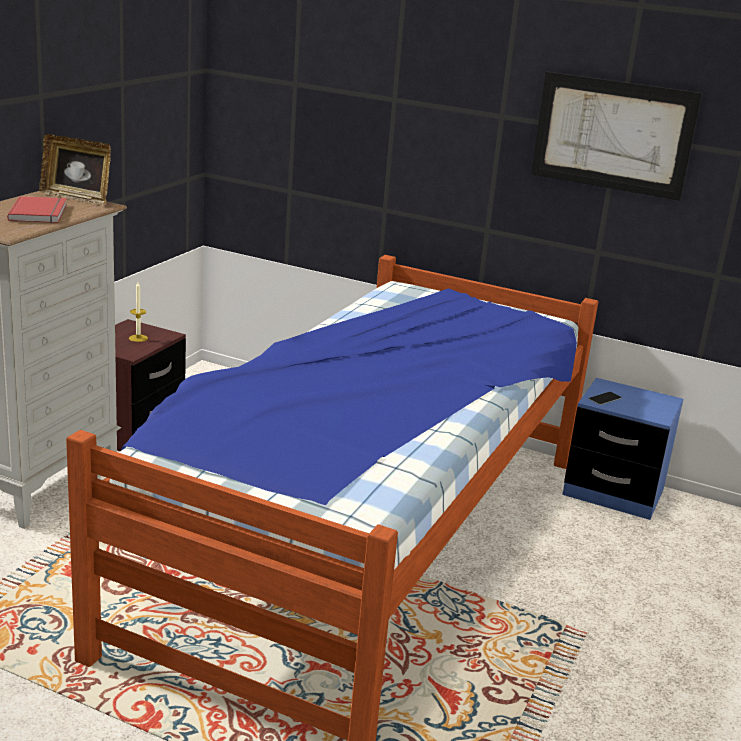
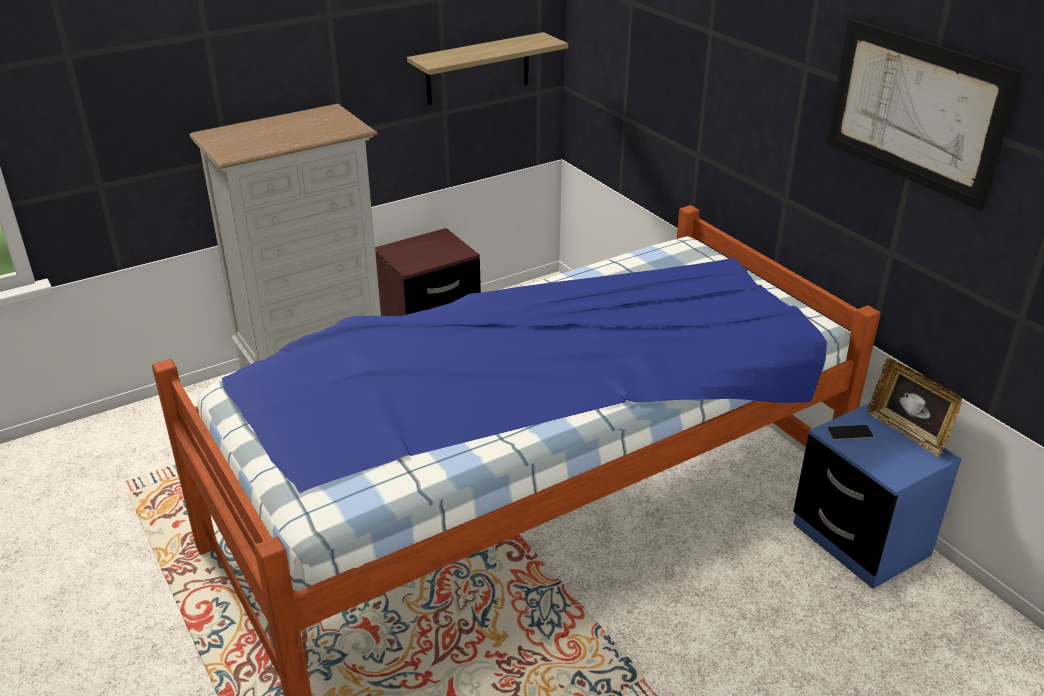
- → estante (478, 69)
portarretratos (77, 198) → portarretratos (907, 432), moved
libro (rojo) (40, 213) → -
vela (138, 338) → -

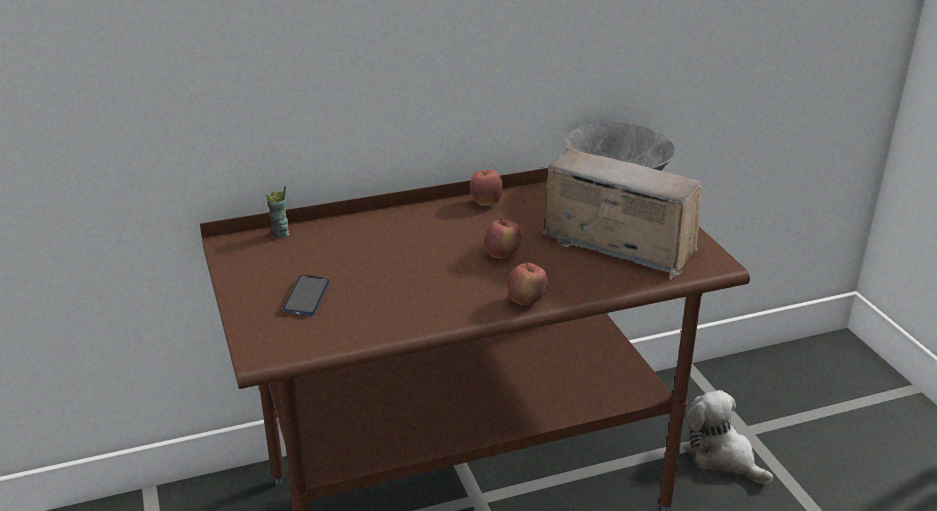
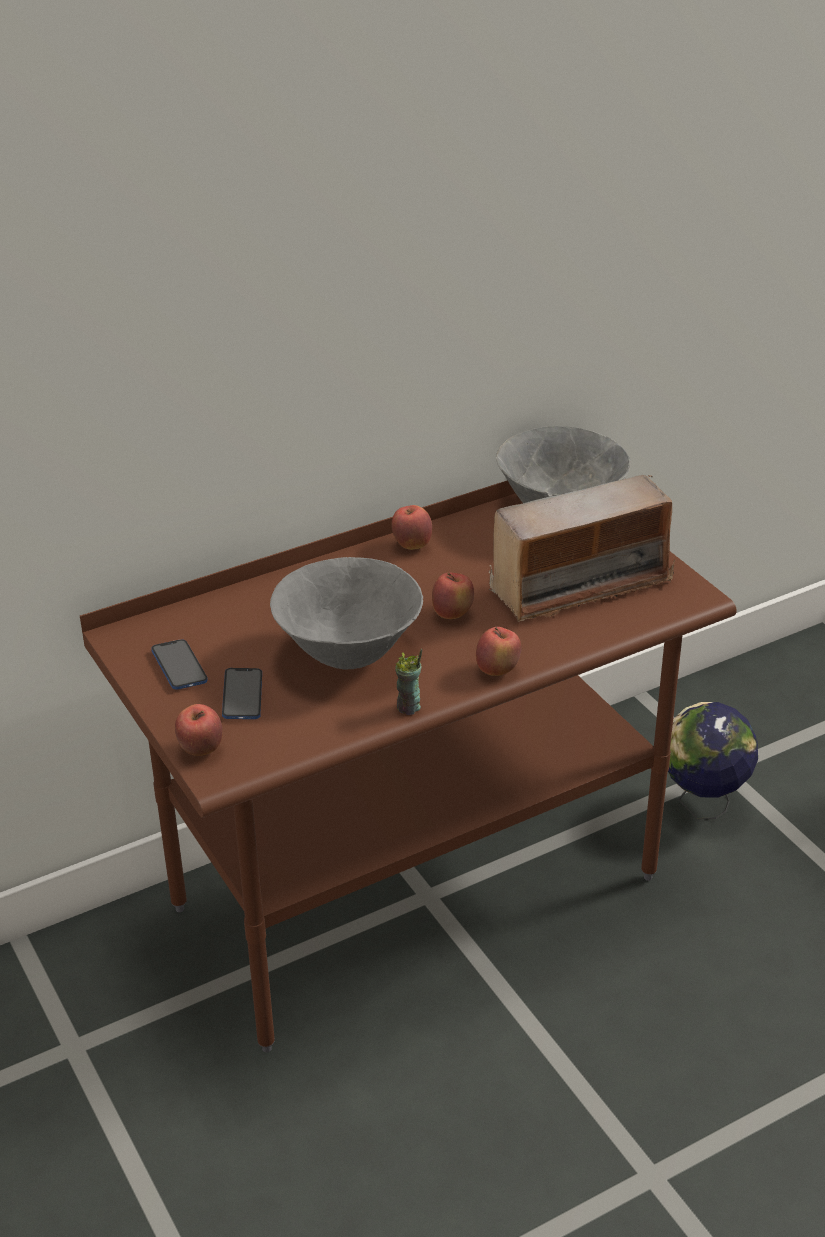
- → móvil (179, 666)
- → manzana (201, 750)
- → cuenco (gris) (350, 654)
taza (280, 234) → taza (409, 708), moved
radio (617, 245) → radio (580, 585), 135 degrees clockwise
peluche (722, 457) → globo terráqueo (702, 804)

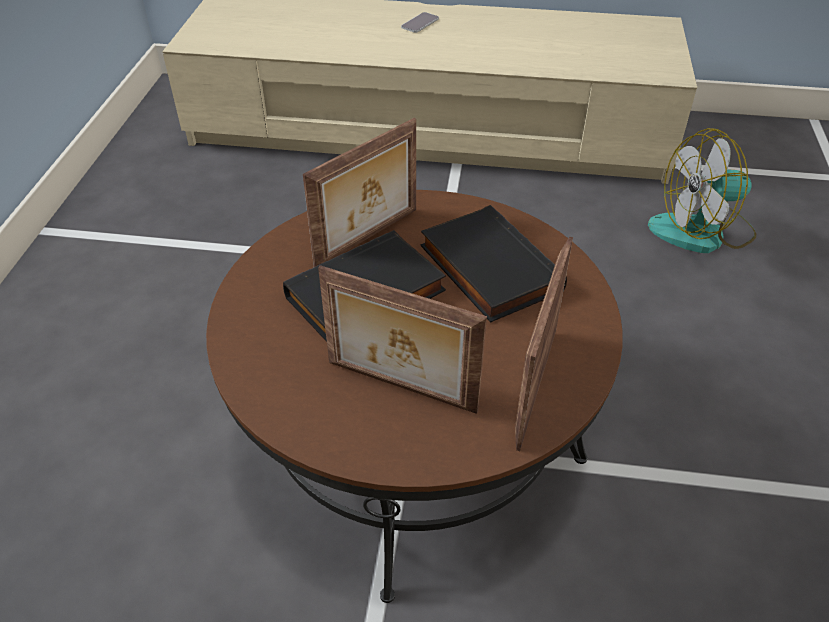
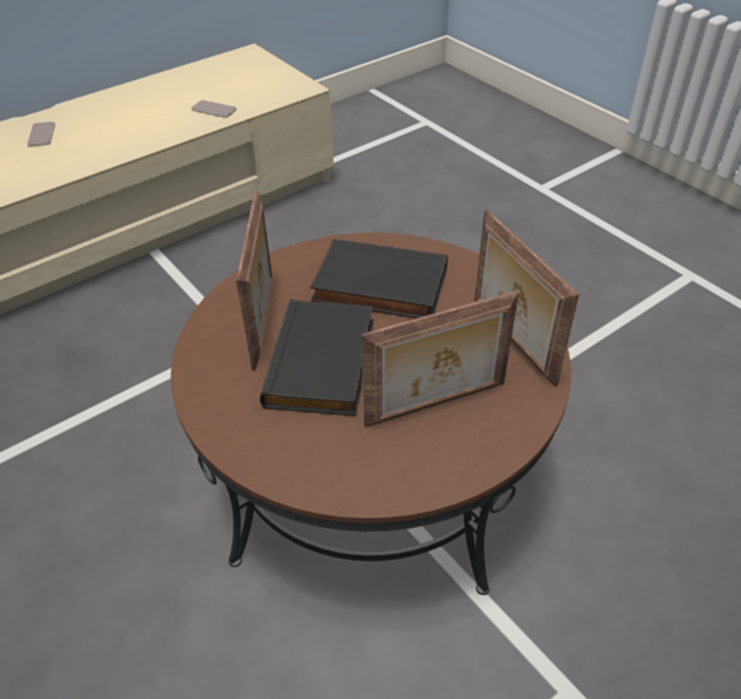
- → móvil (214, 110)
ventilador (702, 231) → -

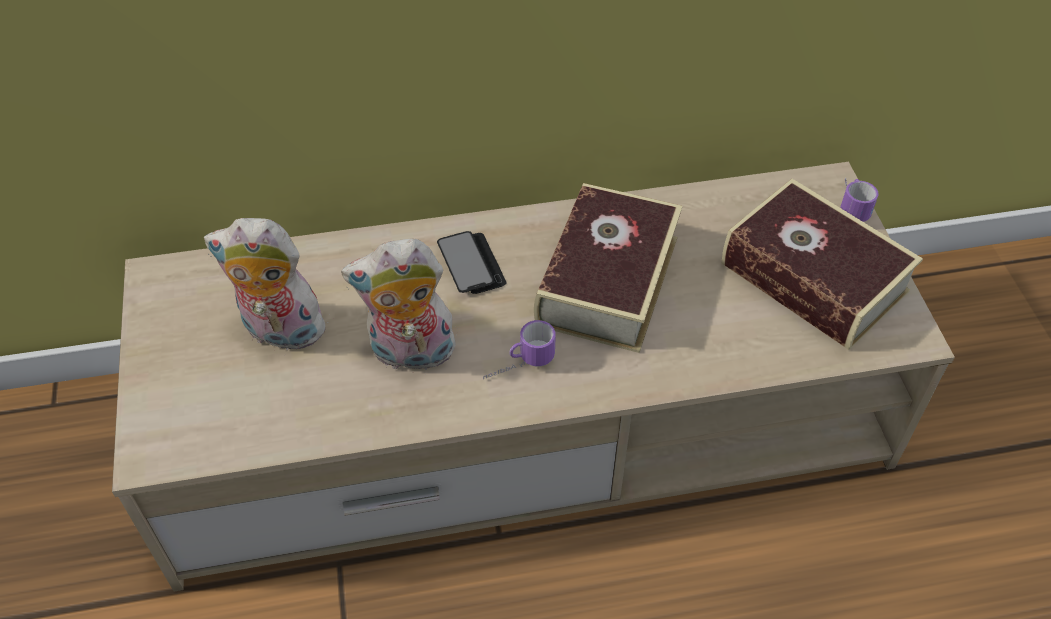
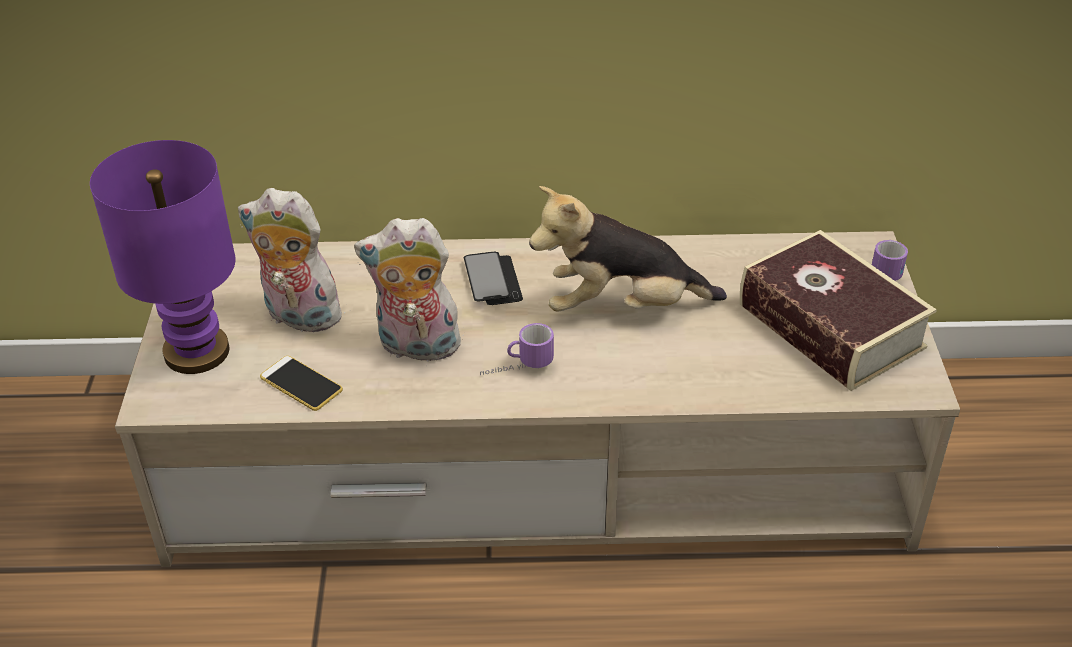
- → lámpara de mesa (morado) (195, 353)
- → móvil (301, 384)
libro (607, 280) → peluche (622, 307)

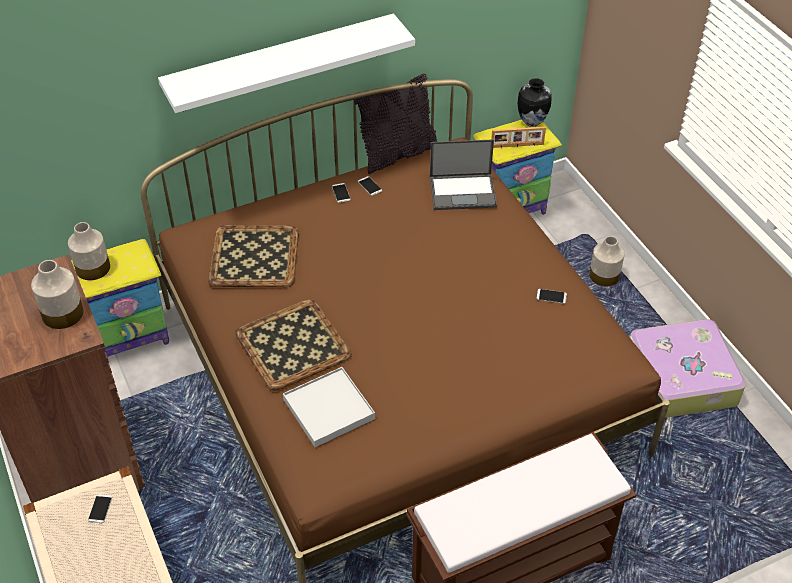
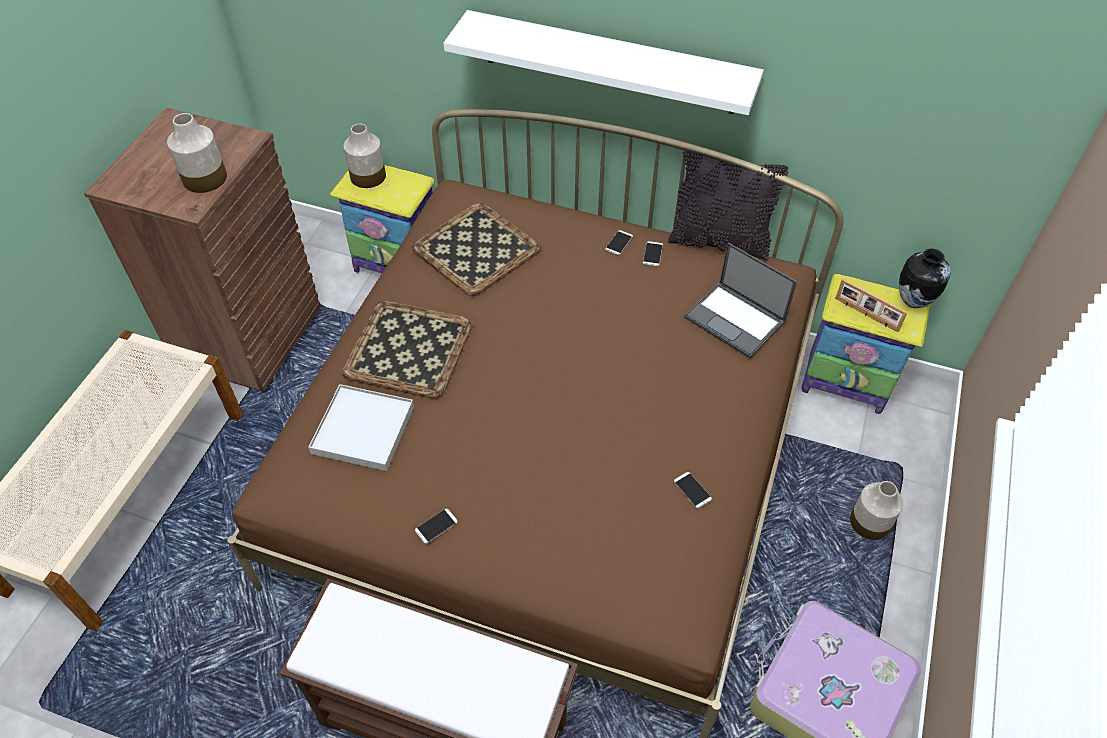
móvil (100, 509) → móvil (436, 526), moved

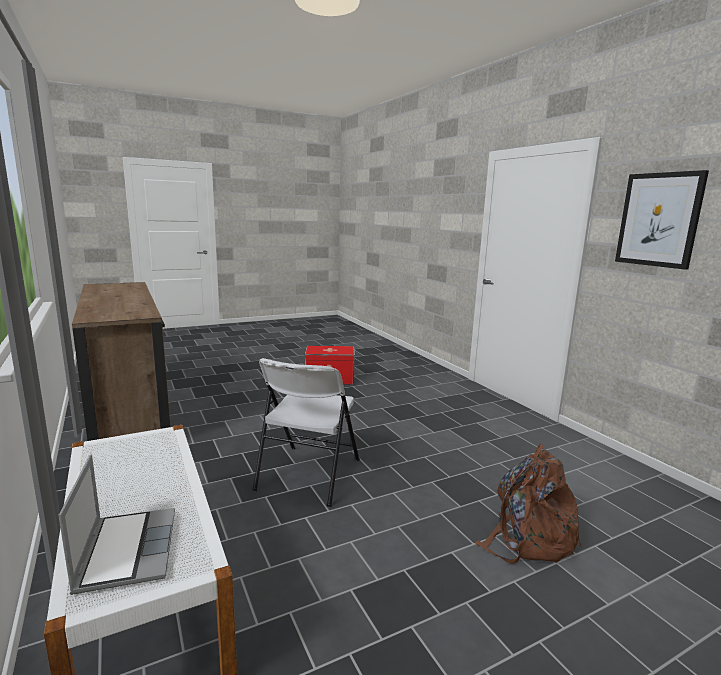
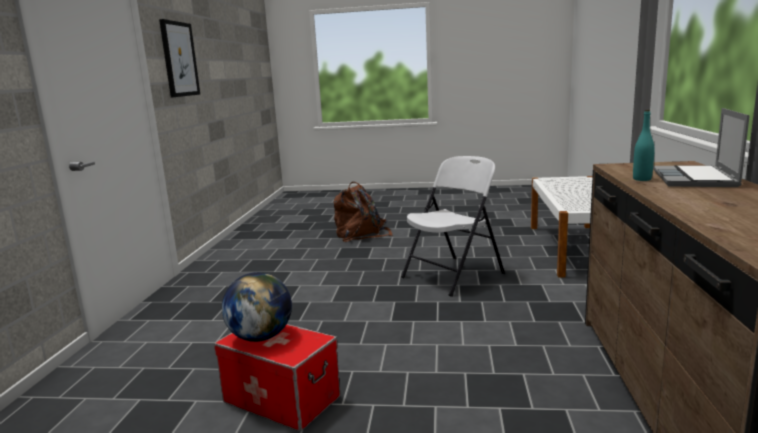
- → globo terráqueo (260, 337)
- → botella (turquesa) (642, 179)
portátil (126, 550) → portátil (695, 179), moved

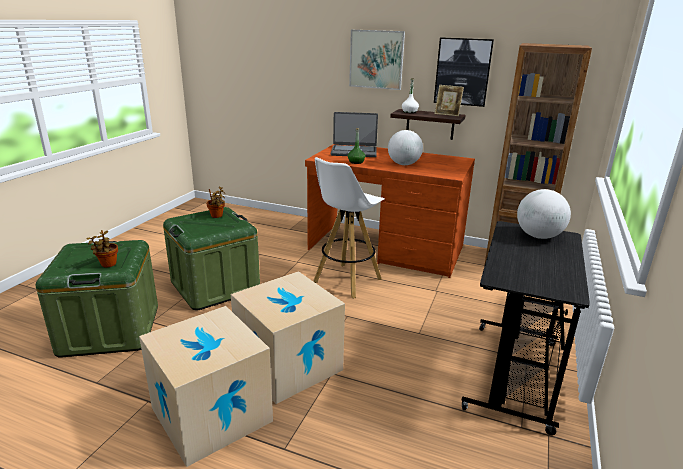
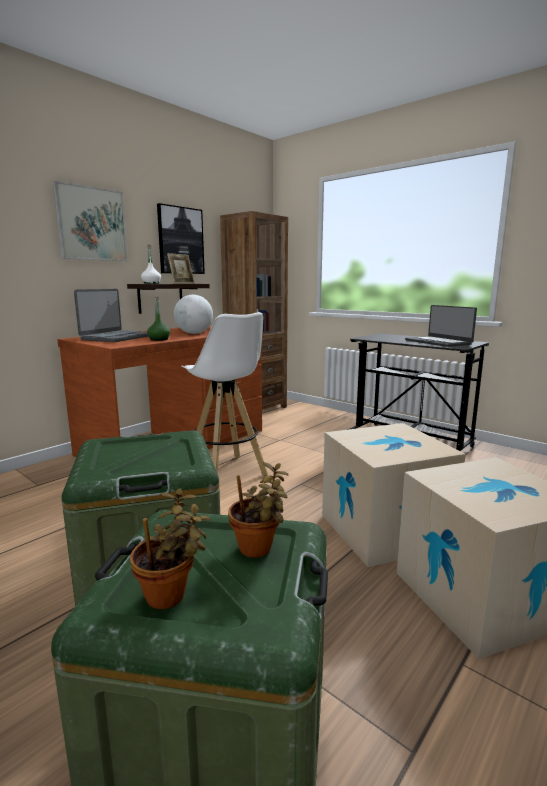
planta en maceta (217, 216) → planta en maceta (170, 595), moved
- → portátil (438, 342)
globo terráqueo (538, 236) → -

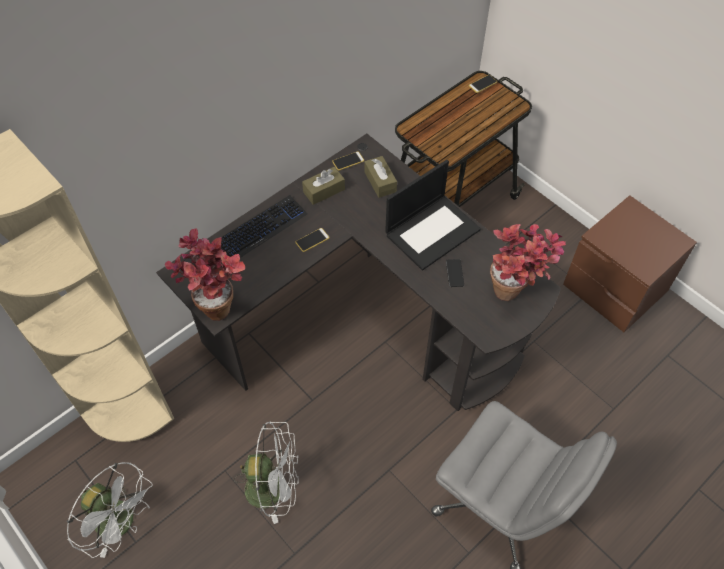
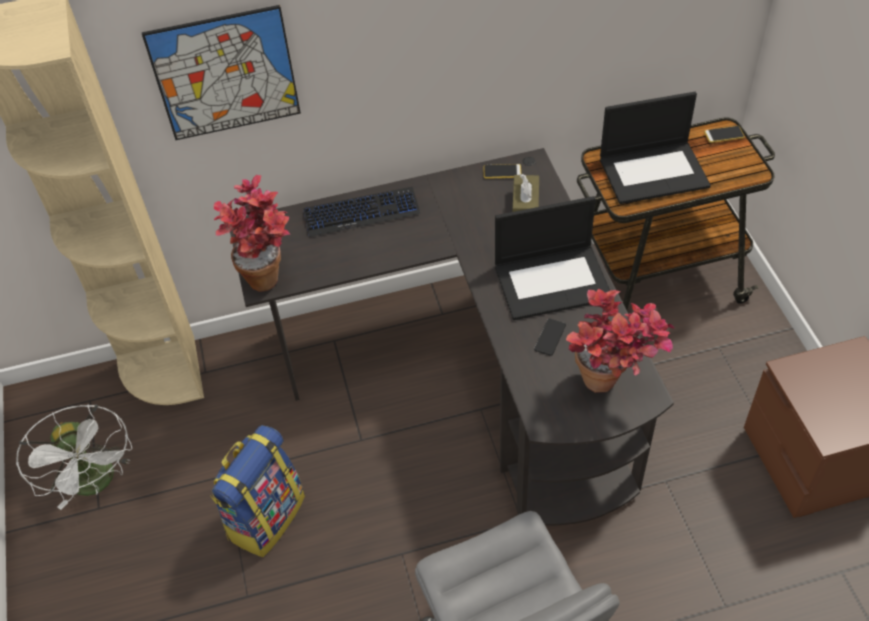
- → cuadro (225, 74)
ventilador (blanco) (273, 488) → mochila (265, 516)
- → portátil (654, 171)
móvil (312, 240) → -
caja de pañuelos (marrón) (324, 191) → -

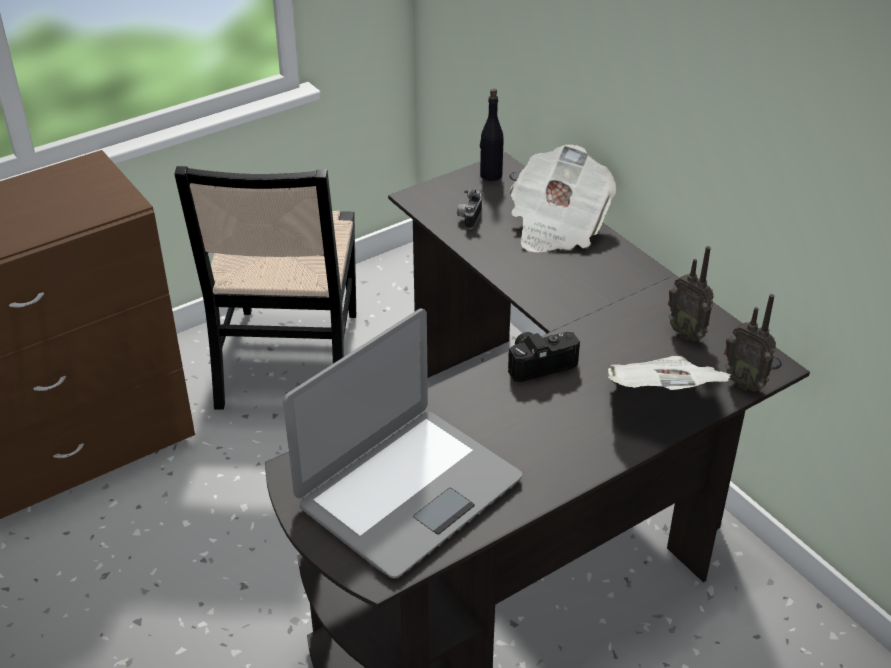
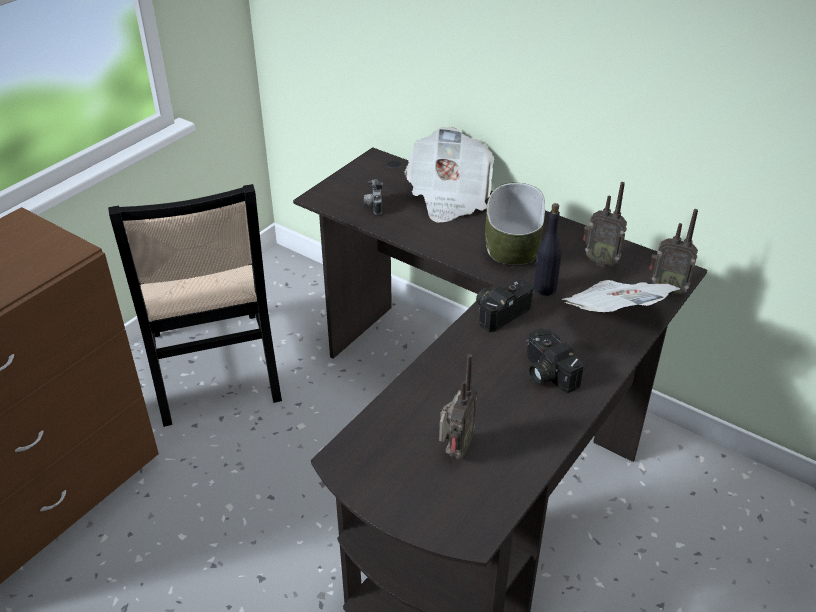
portátil (408, 491) → radio (454, 451)
- → cuenco (513, 244)
- → cámara (546, 373)
botella (negro) (490, 175) → botella (negro) (544, 288), moved

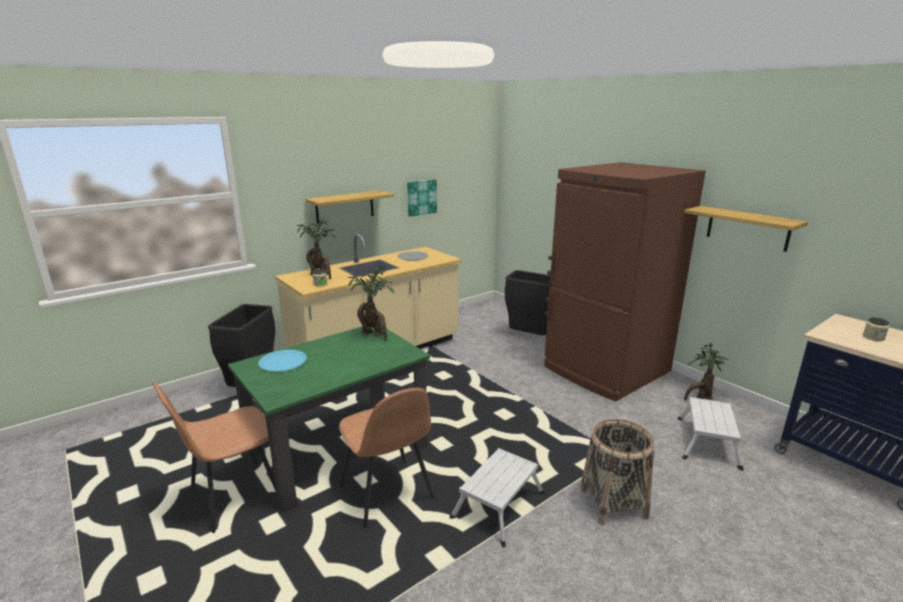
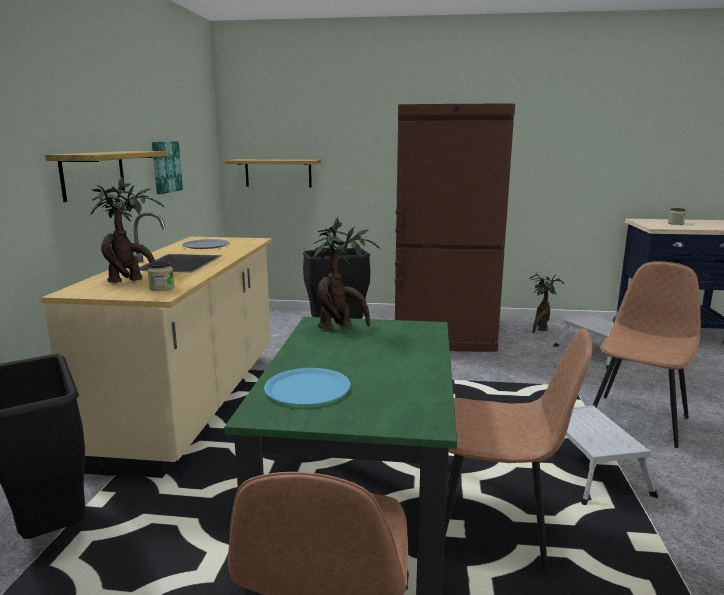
estante (747, 228) → estante (278, 173), moved
cesta (613, 503) → silla (marrón) (638, 419)

